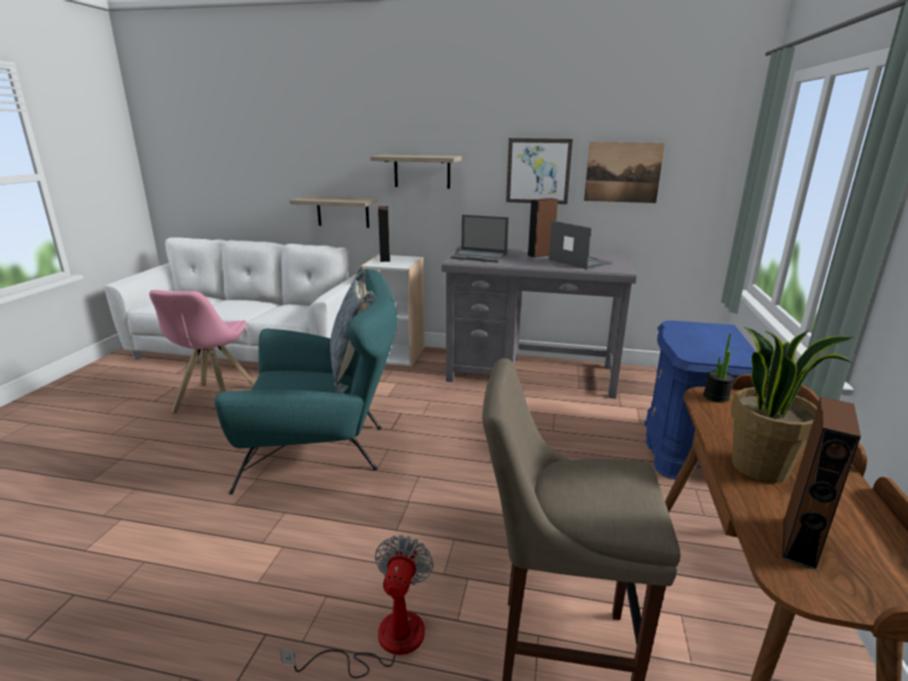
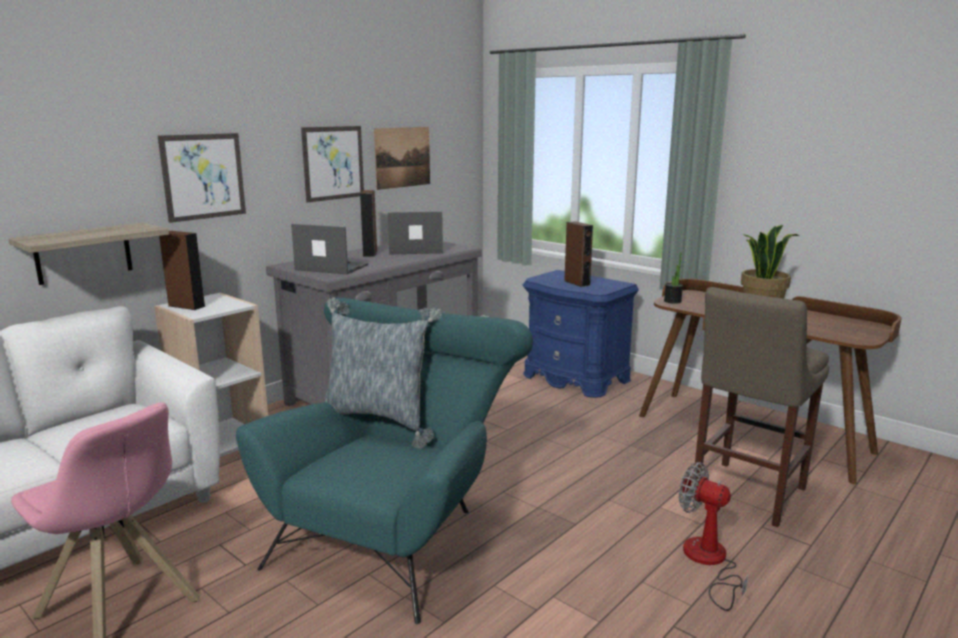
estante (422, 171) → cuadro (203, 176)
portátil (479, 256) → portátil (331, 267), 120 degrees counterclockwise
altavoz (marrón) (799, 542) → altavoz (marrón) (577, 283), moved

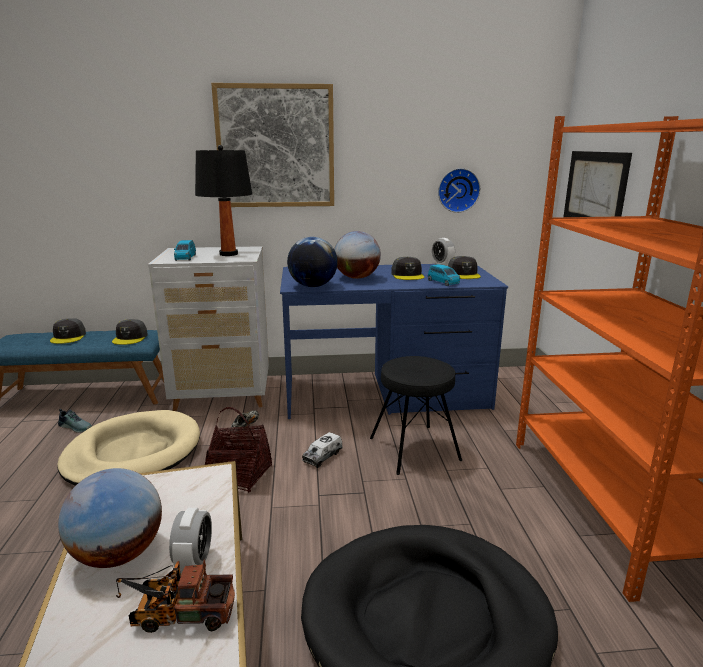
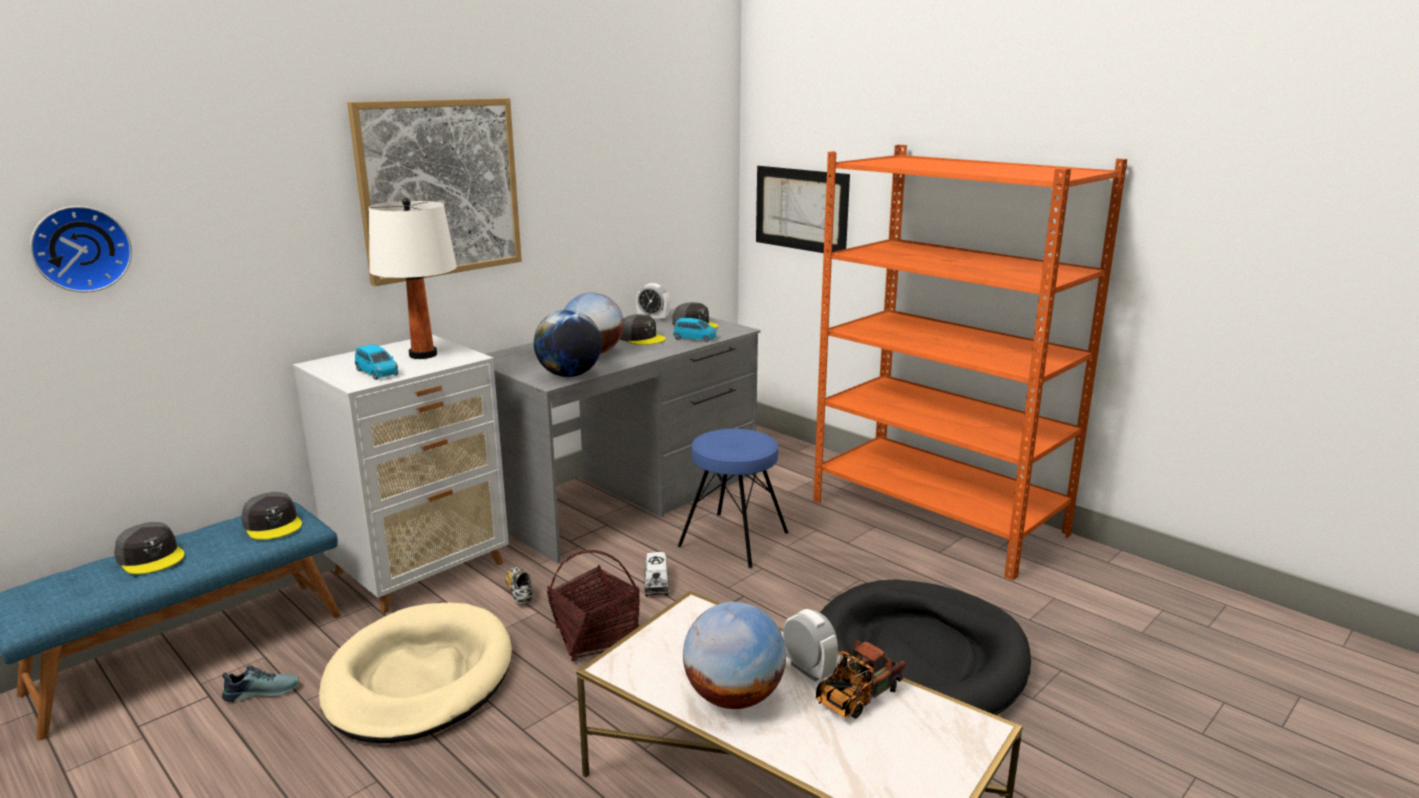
reloj de pared (458, 190) → reloj de pared (80, 248), moved
lámpara de mesa (negro) (228, 254) → lámpara de mesa (blanco) (423, 355)
escritorio (azul) (385, 393) → escritorio (gris) (626, 496)
taburete (negro) (414, 449) → taburete (azul) (733, 539)

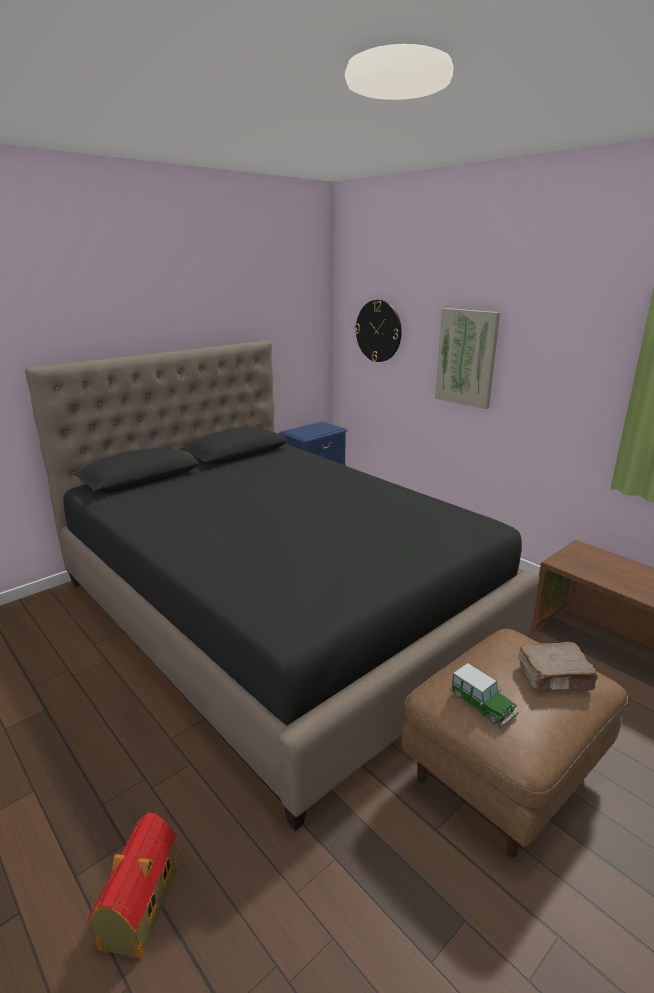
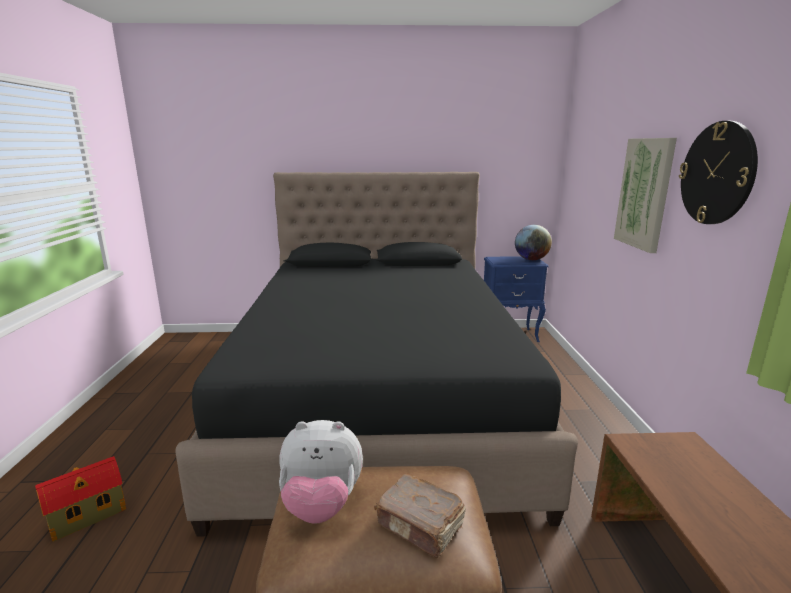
coche de juguete (482, 705) → peluche (321, 505)
- → globo terráqueo (531, 259)
reloj de pared (378, 331) → reloj de pared (717, 173), moved

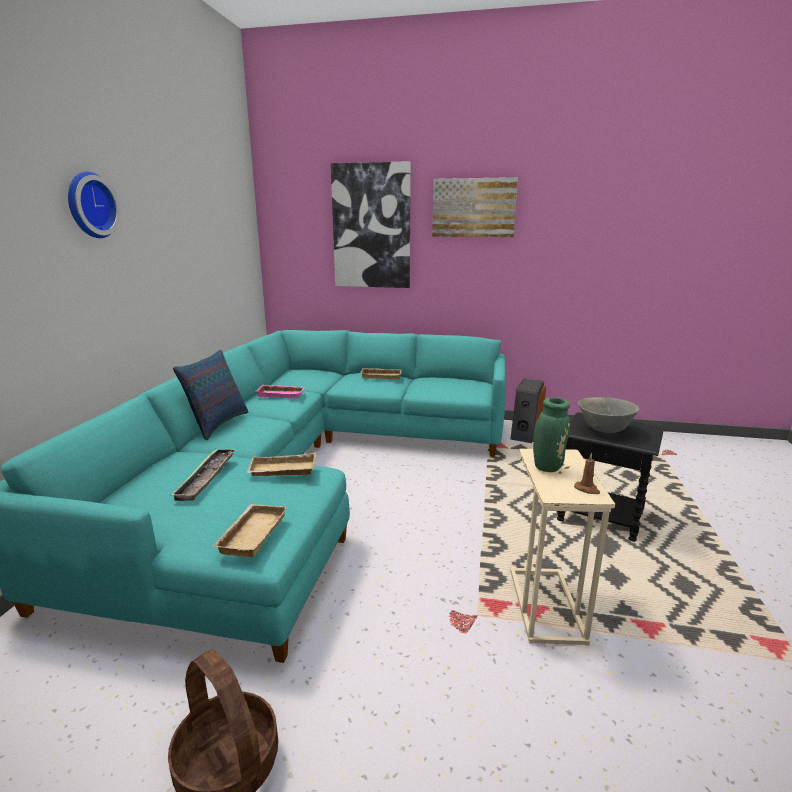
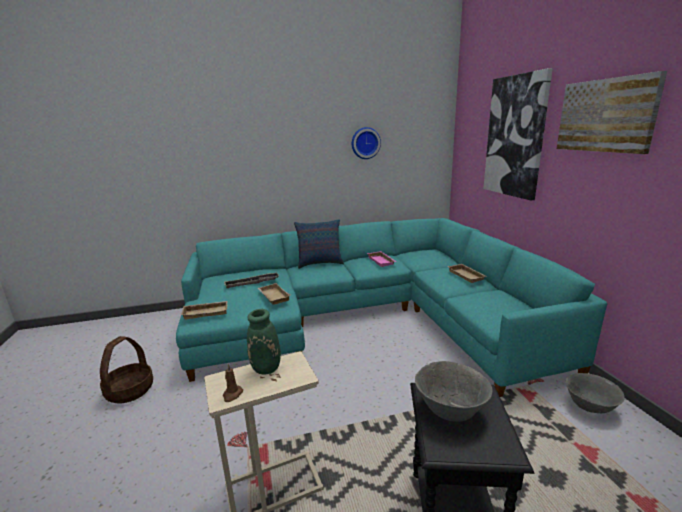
reloj de pared (89, 205) → reloj de pared (365, 143), moved
altavoz (525, 433) → cuenco (gris) (590, 407)

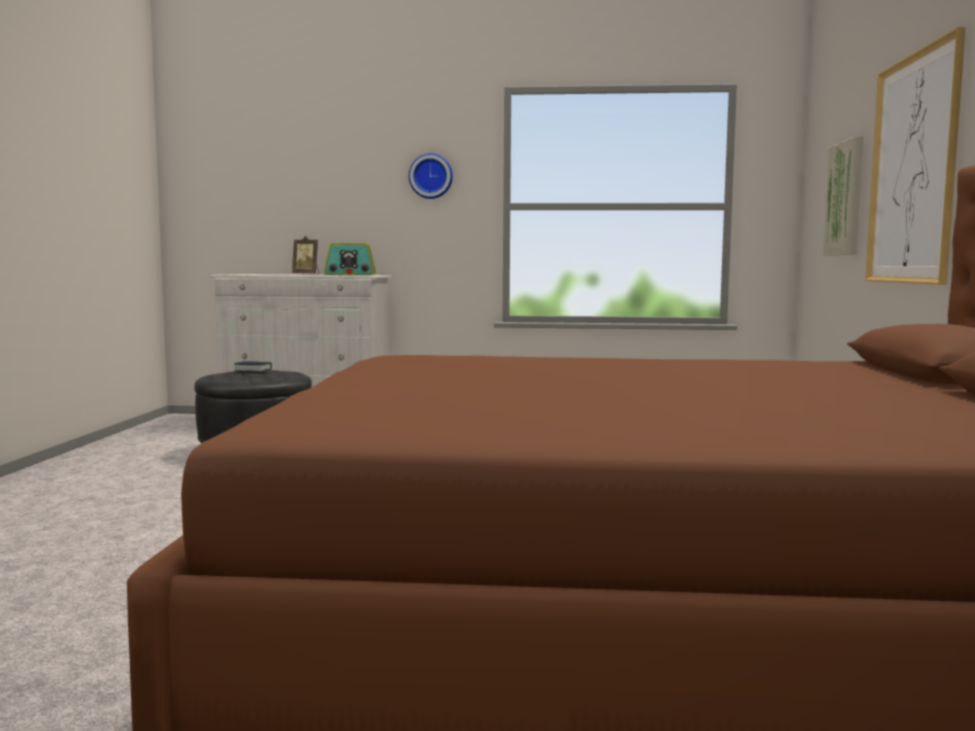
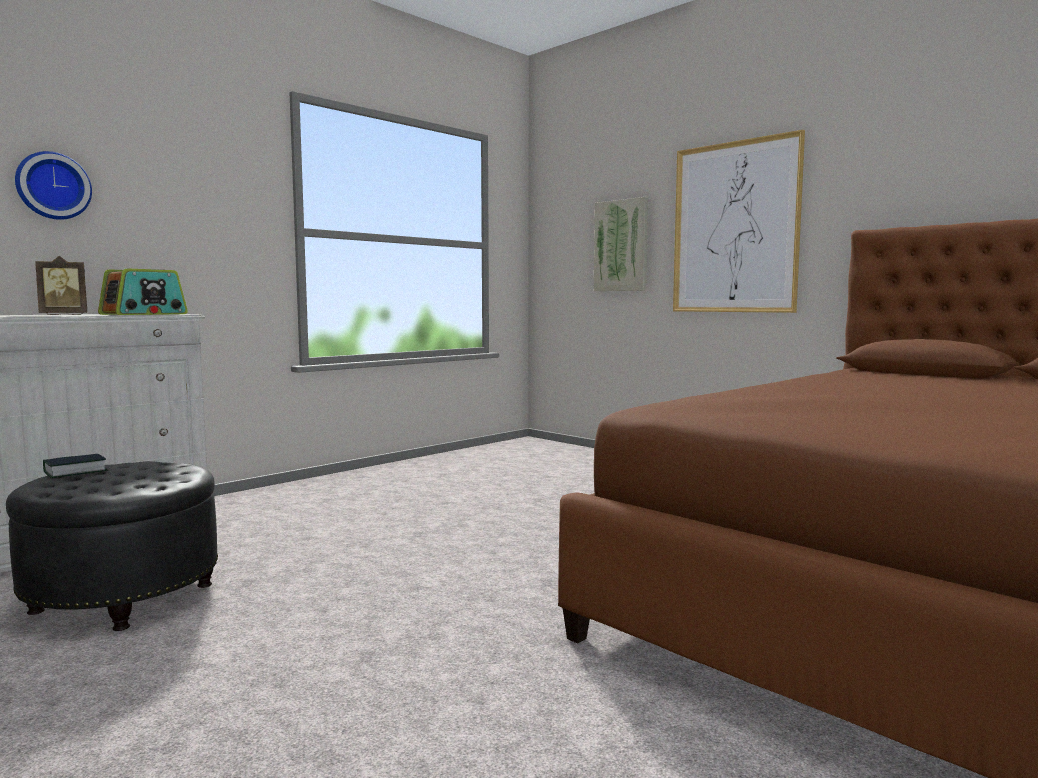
reloj de pared (431, 176) → reloj de pared (53, 186), moved

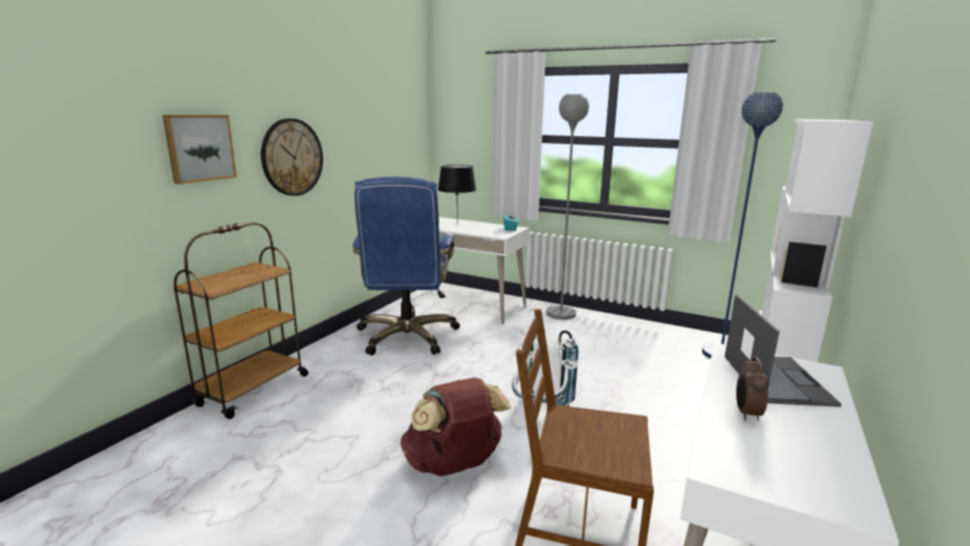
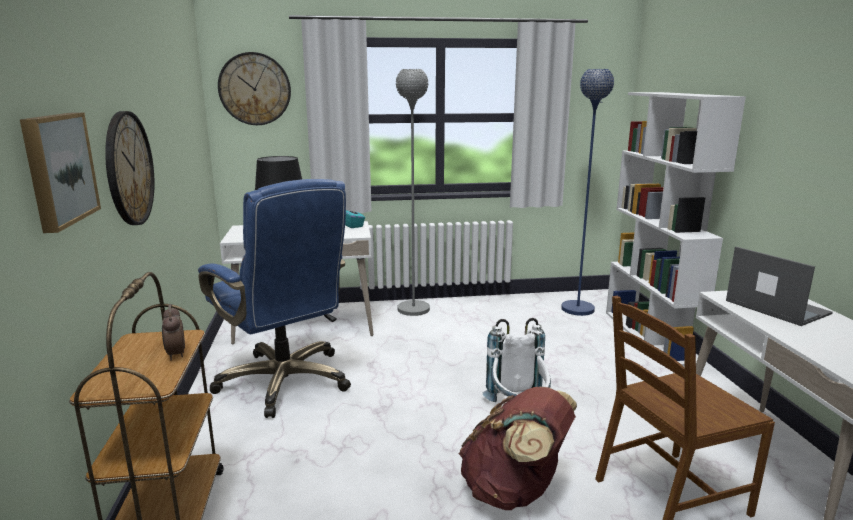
despertador (746, 414) → despertador (175, 354), moved
- → reloj de pared (255, 89)

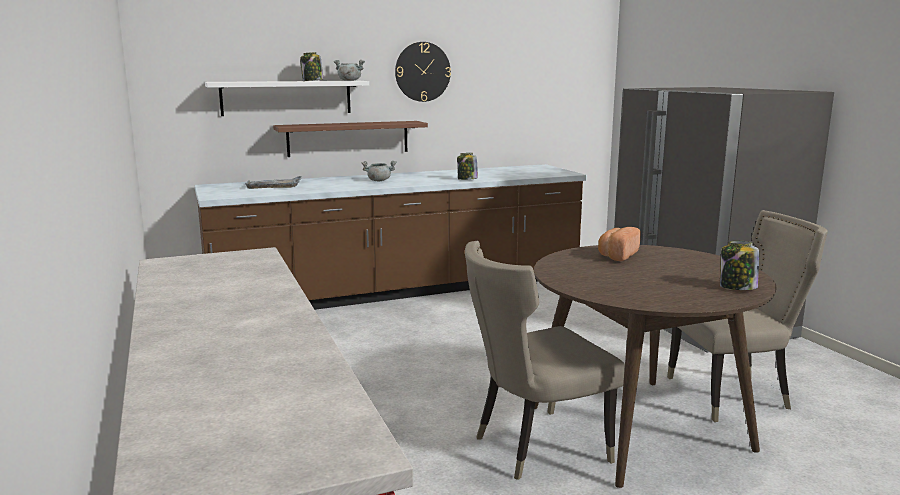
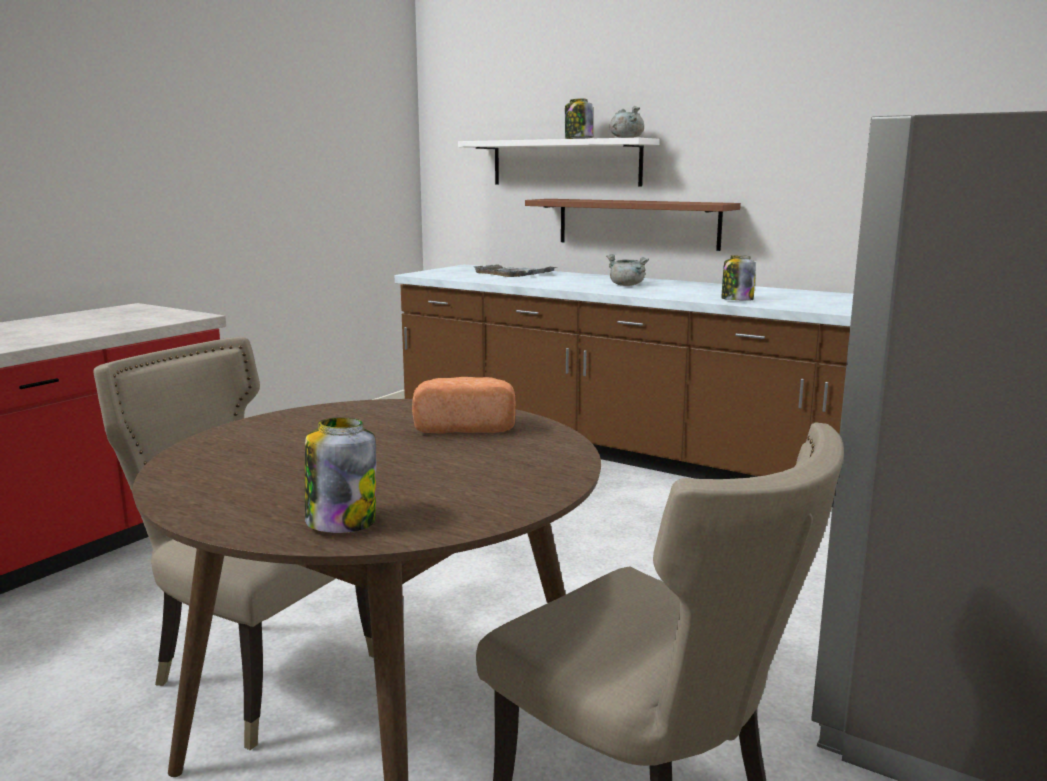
reloj de pared (422, 72) → -

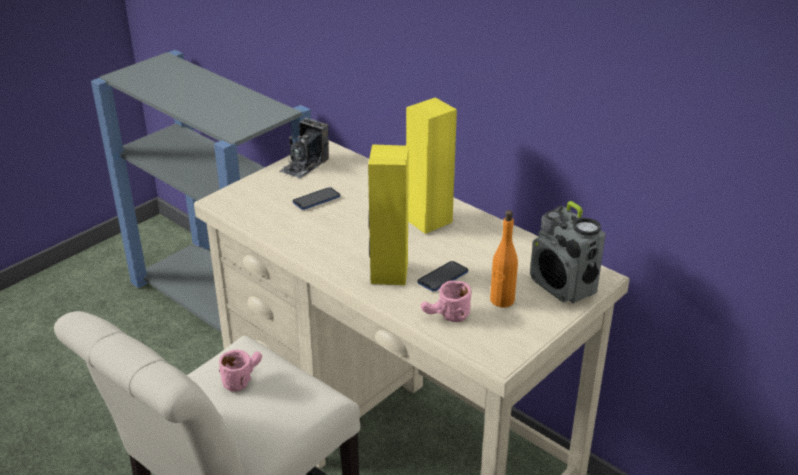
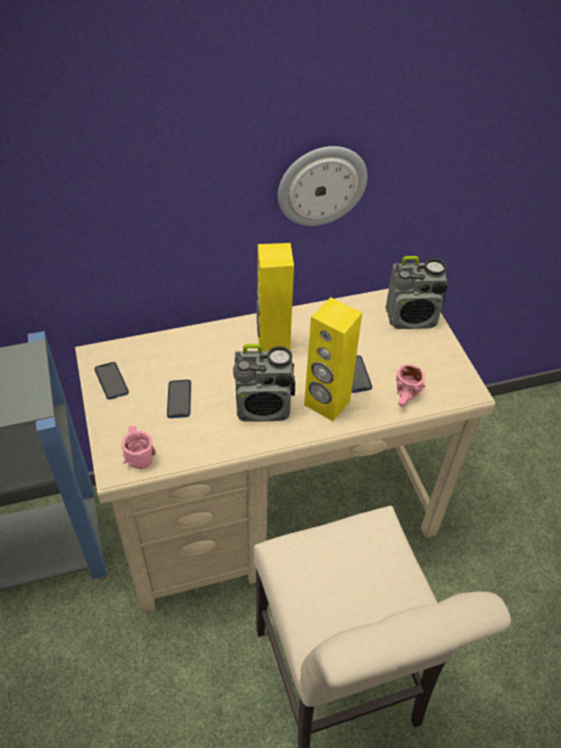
cámara (304, 165) → móvil (111, 381)
taza grande (rosa) (242, 378) → taza grande (rosa) (136, 453), moved
- → radio (264, 408)
- → reloj de pared (321, 185)
botella (naranja) (502, 300) → -

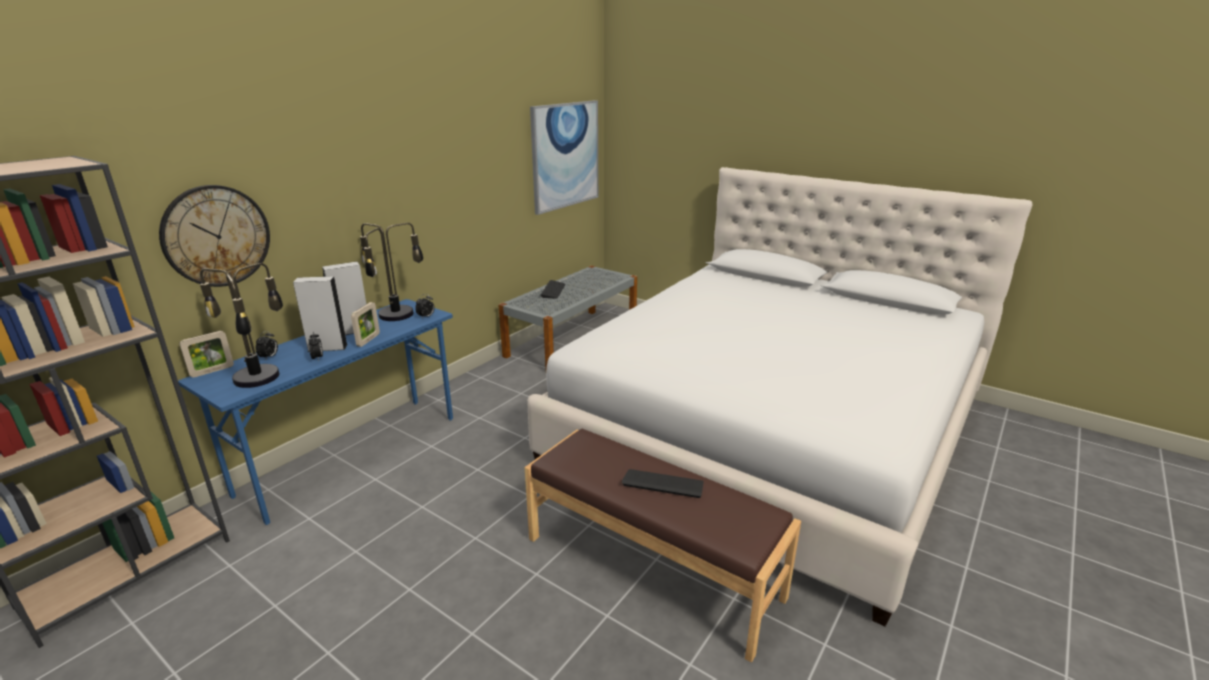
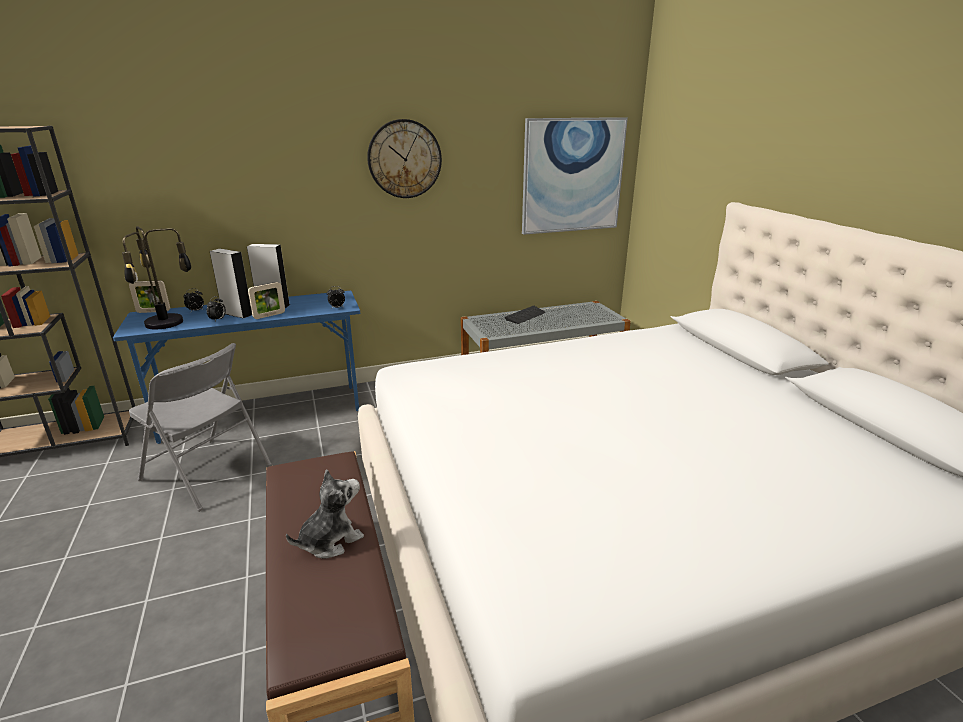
- → silla (gris) (206, 473)
teclado (663, 484) → peluche (330, 540)
reloj de pared (216, 236) → reloj de pared (404, 159), moved
lámpara de mesa (396, 314) → -

